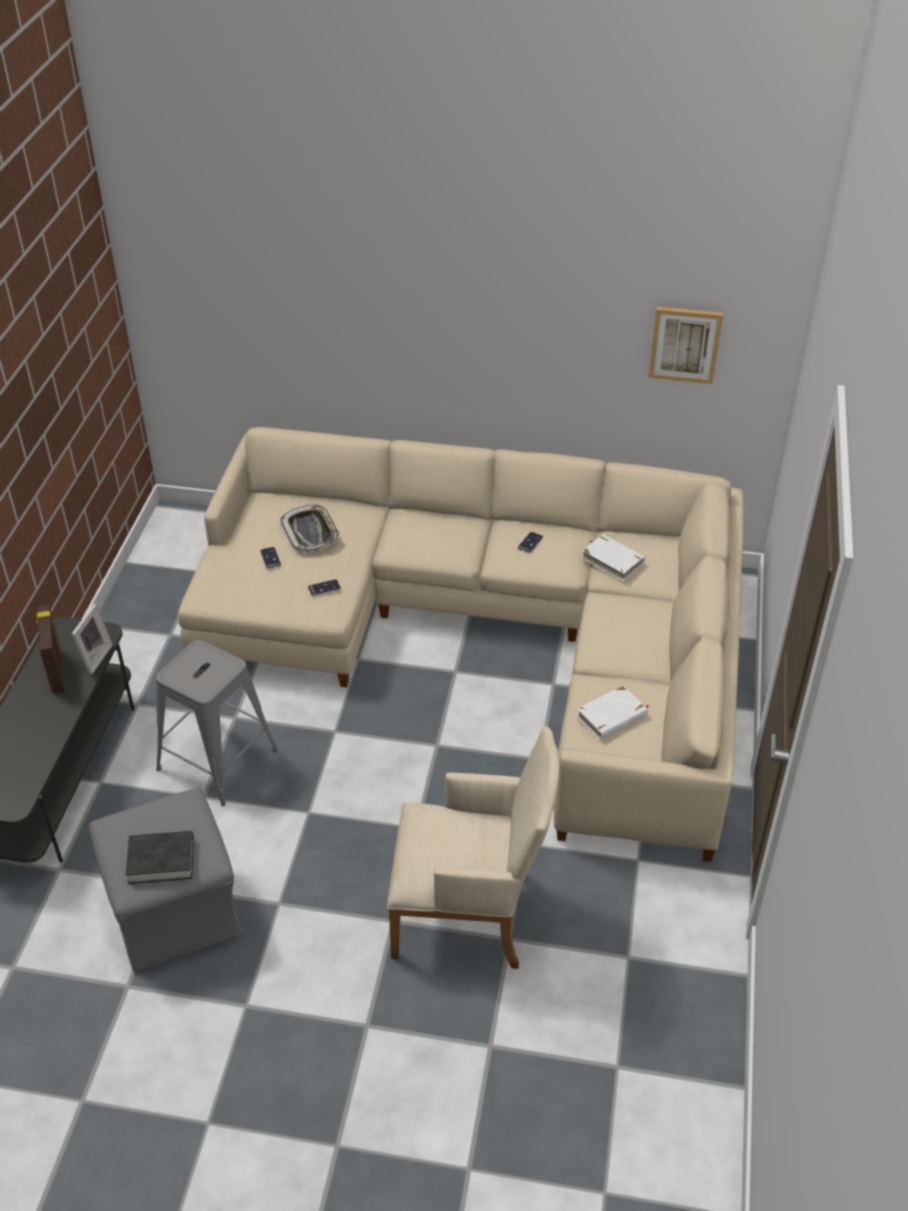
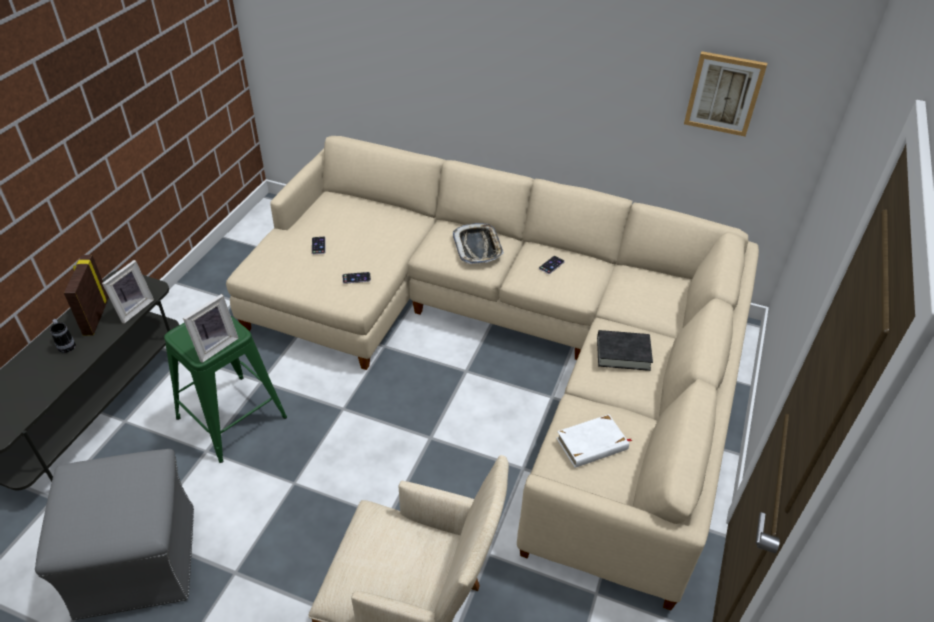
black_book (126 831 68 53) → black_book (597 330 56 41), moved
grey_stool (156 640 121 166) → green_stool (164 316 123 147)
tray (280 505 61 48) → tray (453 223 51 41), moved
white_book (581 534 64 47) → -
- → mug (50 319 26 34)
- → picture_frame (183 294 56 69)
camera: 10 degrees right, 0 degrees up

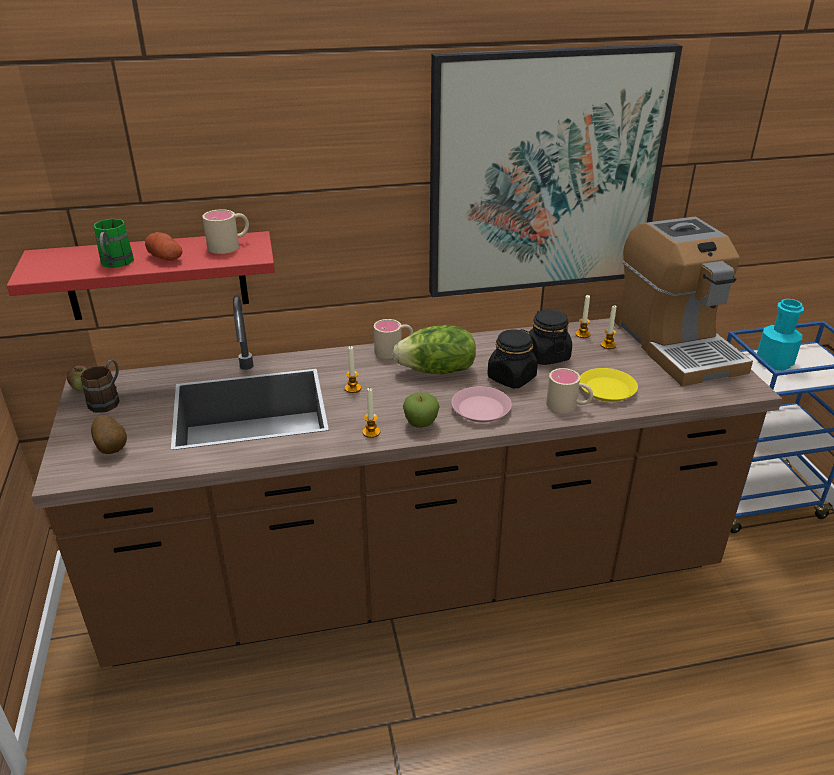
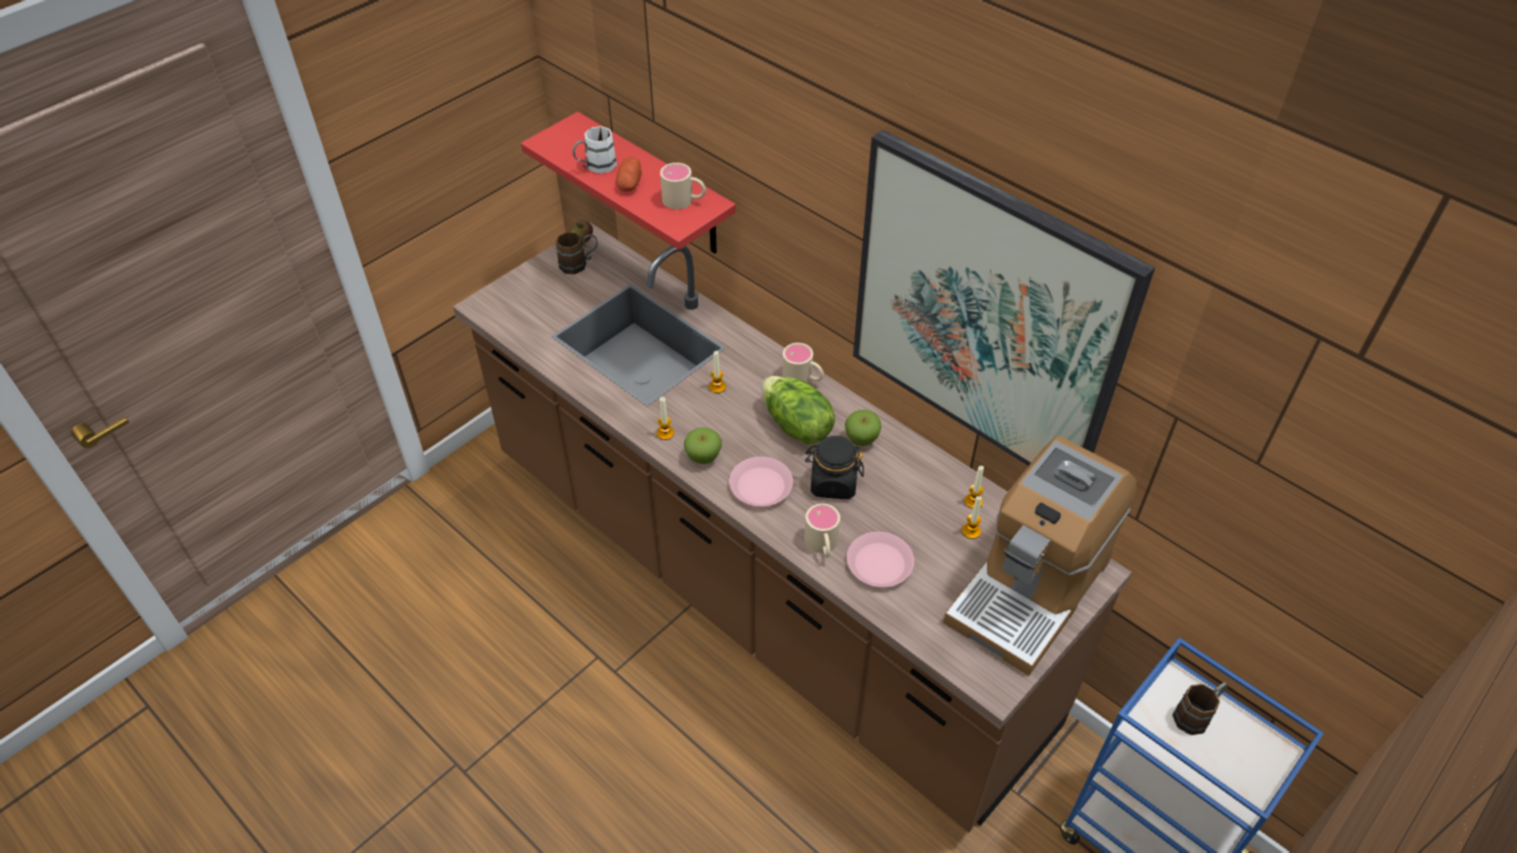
potato (91 415 36 39) → -
green_mug (94 219 40 49) → white_mug (573 126 44 48)
black_jar (529 309 43 56) → -
yellow_plate (580 368 58 34) → pink_plate (847 532 67 55)
turquoise_bottle (757 299 47 72) → brown_mug (1172 682 56 53)
- → apple (845 410 36 36)
camera: 55 degrees right, 15 degrees up

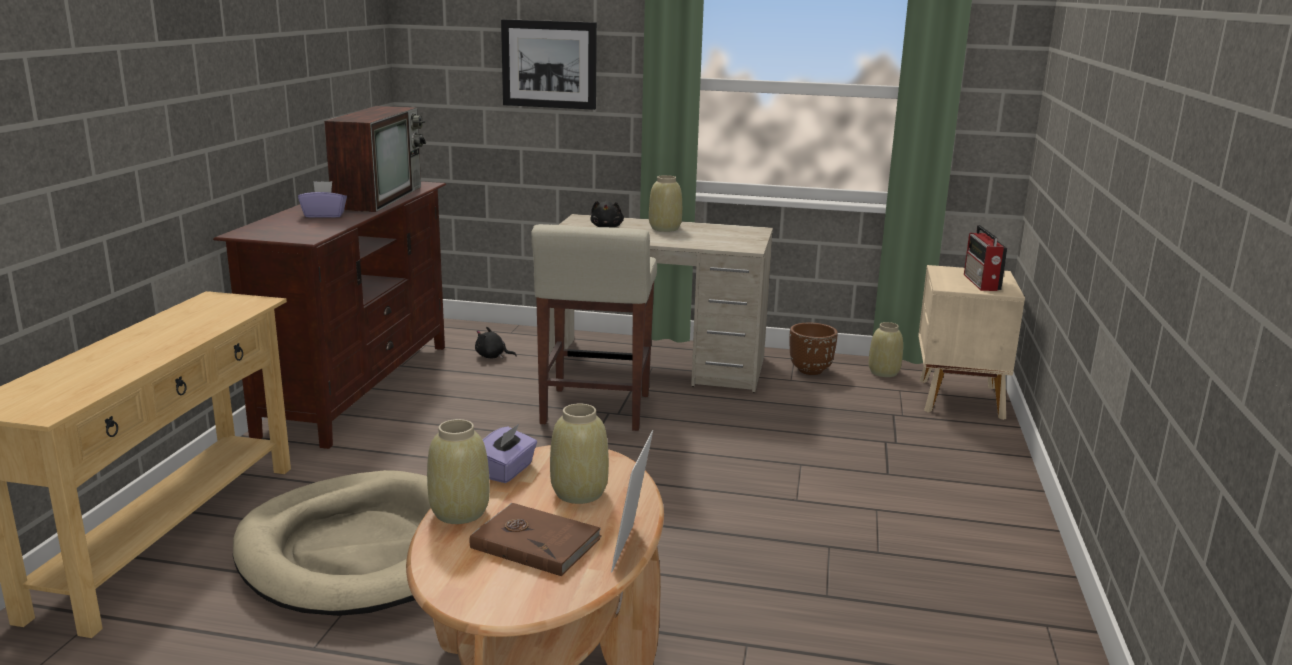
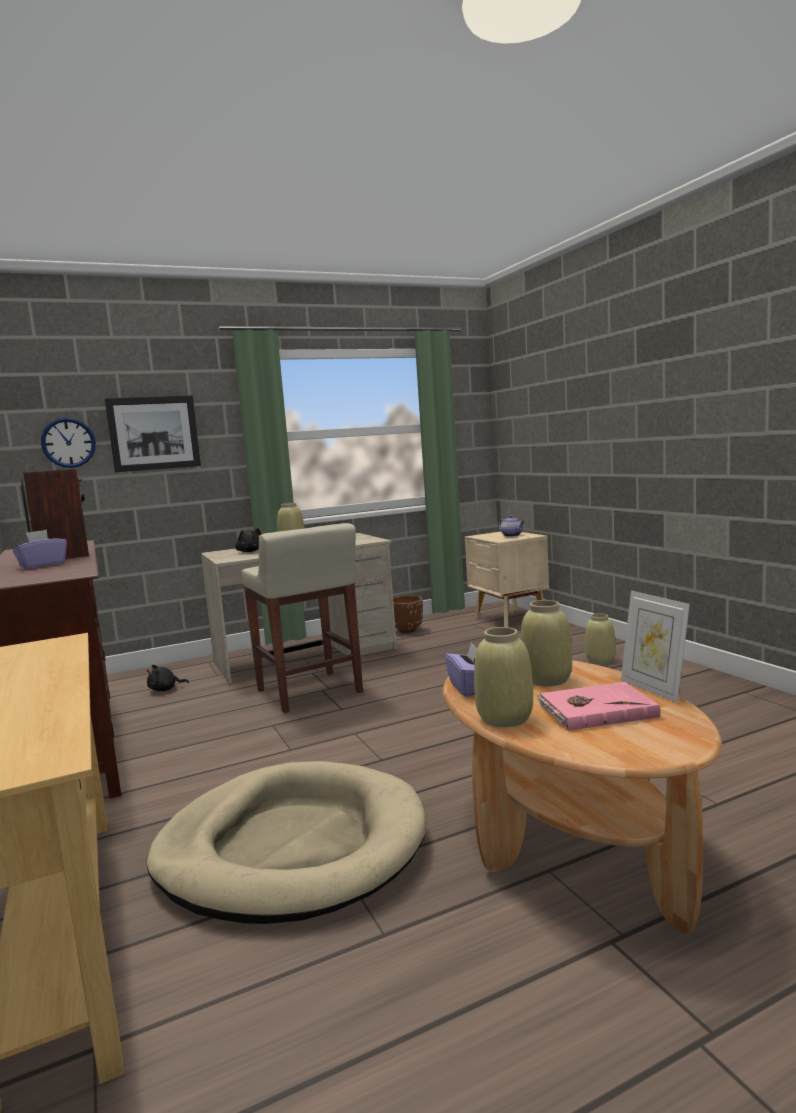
brown_book (470 503 132 73) → pink_book (537 682 123 49)
beige_vase (869 322 34 55) → beige_vase (585 613 31 51), moved
radio (964 225 43 66) → teapot (498 515 27 22)
- → wall_clock (41 418 55 50)
camera: 35 degrees left, 10 degrees down

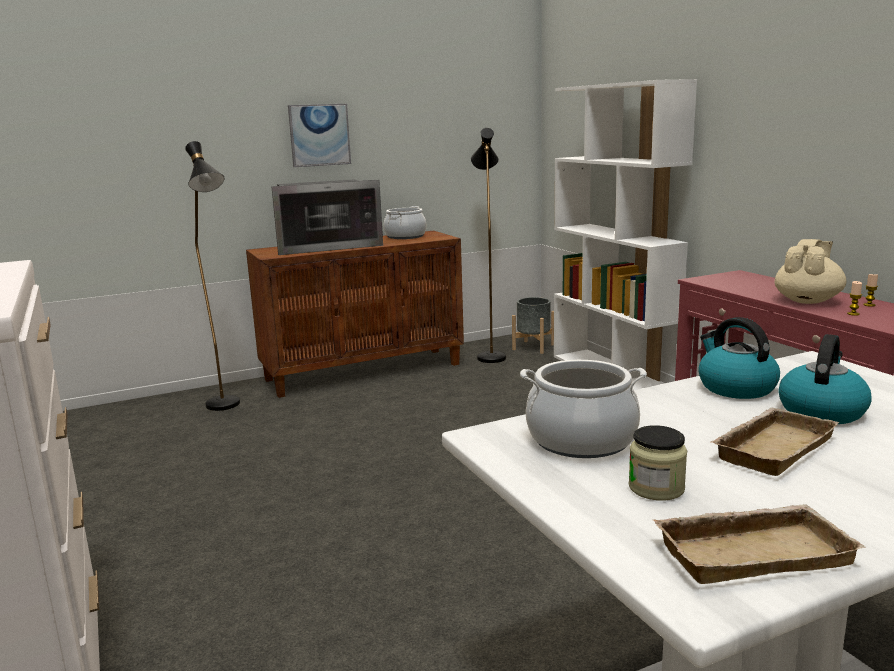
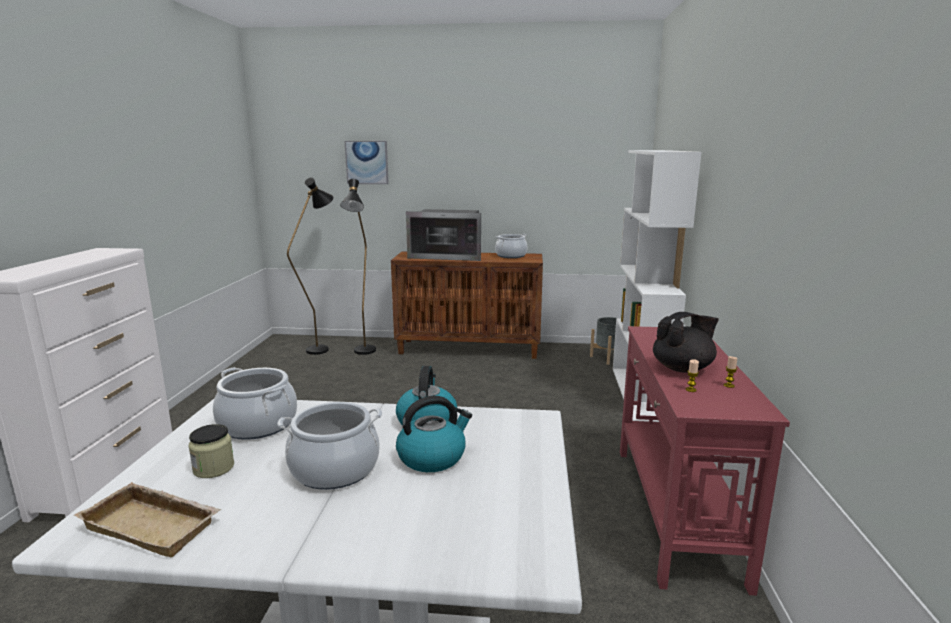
picture (288 104 63 63) → picture (345 141 44 43), moved
black_floor_lamp (471 128 35 235) → black_floor_lamp (287 177 47 178), moved
beige_tray (710 408 129 68) → cooking_pot (277 402 105 88)
beige_teapot (775 239 71 65) → black_teapot (653 312 66 61)
camera: 30 degrees right, 0 degrees up

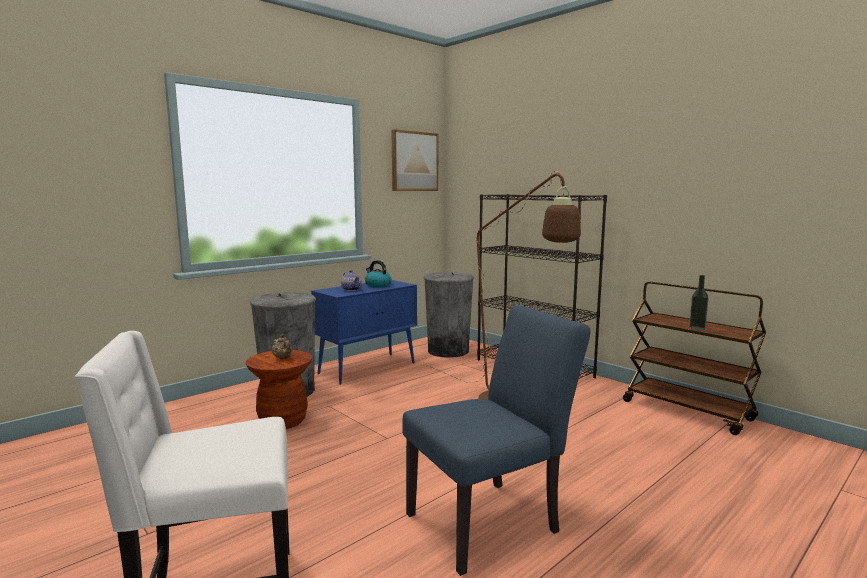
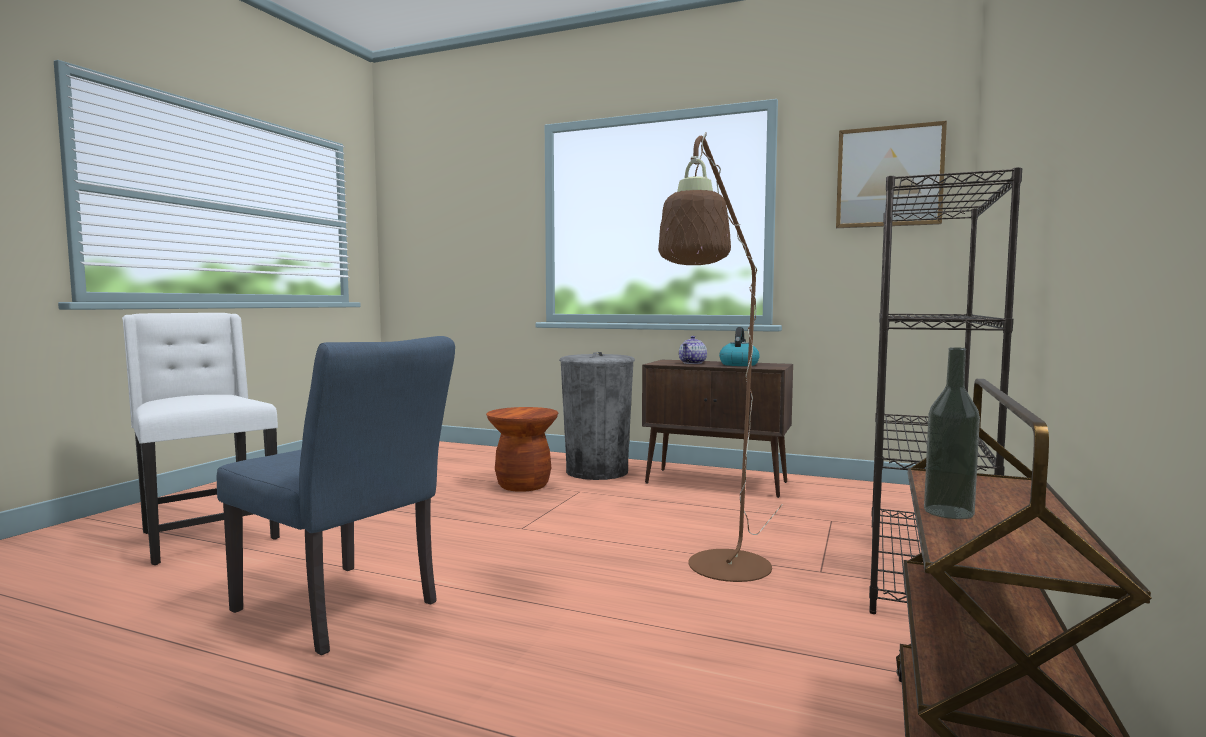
beige_teapot (272 334 20 25) → -
blue_cabinet (311 280 106 105) → brown_cabinet (642 360 151 138)
grey_trash_can (424 272 50 86) → -
camera: 65 degrees right, 5 degrees down

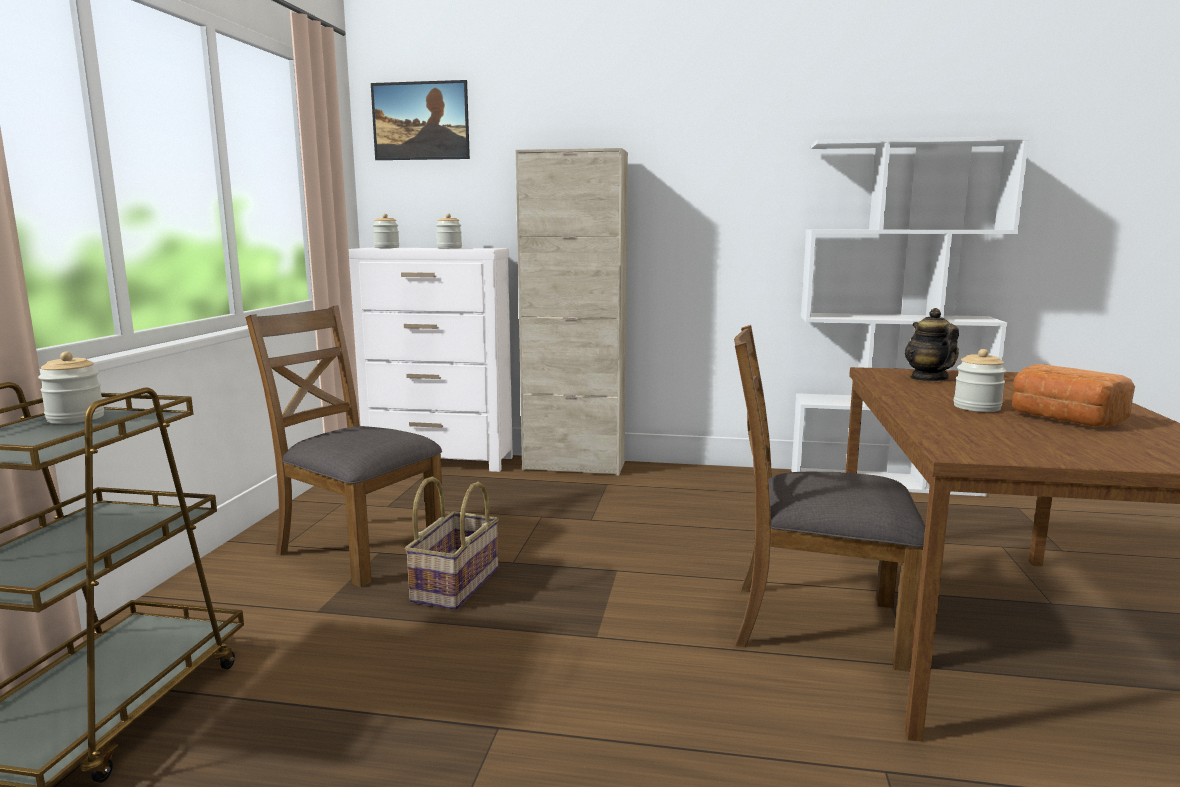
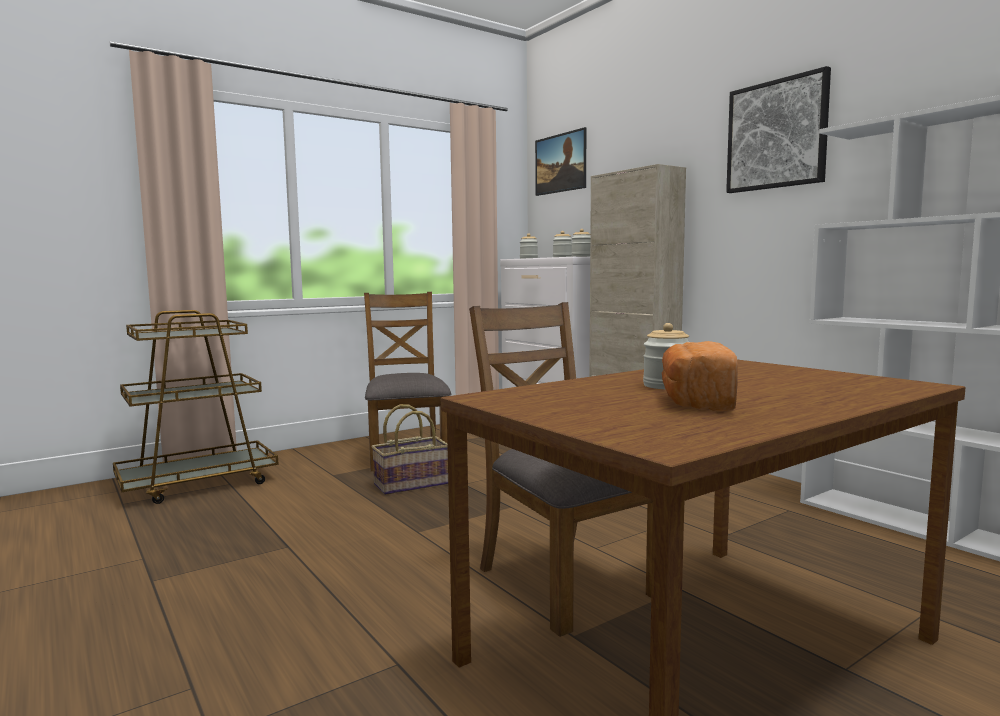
jar (38 352 66 72) → jar (572 229 18 28), moved
teapot (905 308 54 73) → -
- → picture (726 66 105 127)
camera: 45 degrees right, 5 degrees down

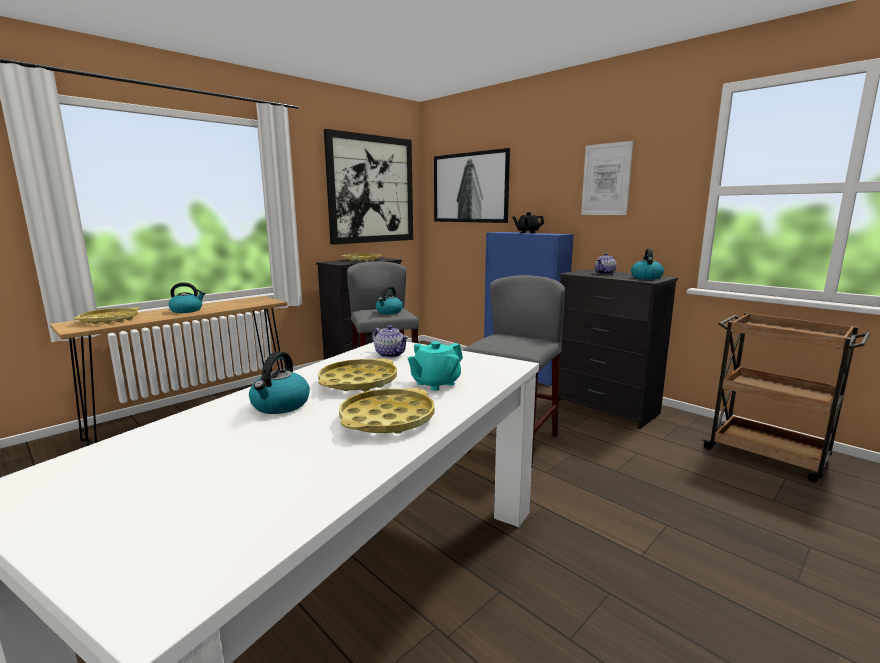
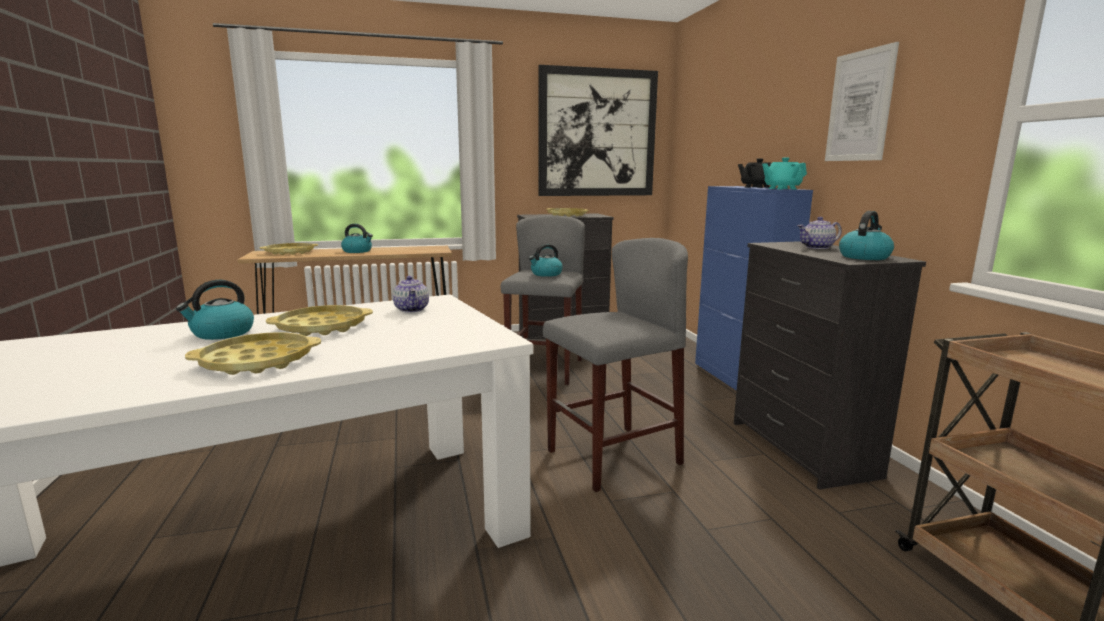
turquoise_teapot (408 341 55 50) → turquoise_teapot (762 158 45 31), moved
picture (434 148 76 75) → -
camera: 30 degrees right, 0 degrees up

